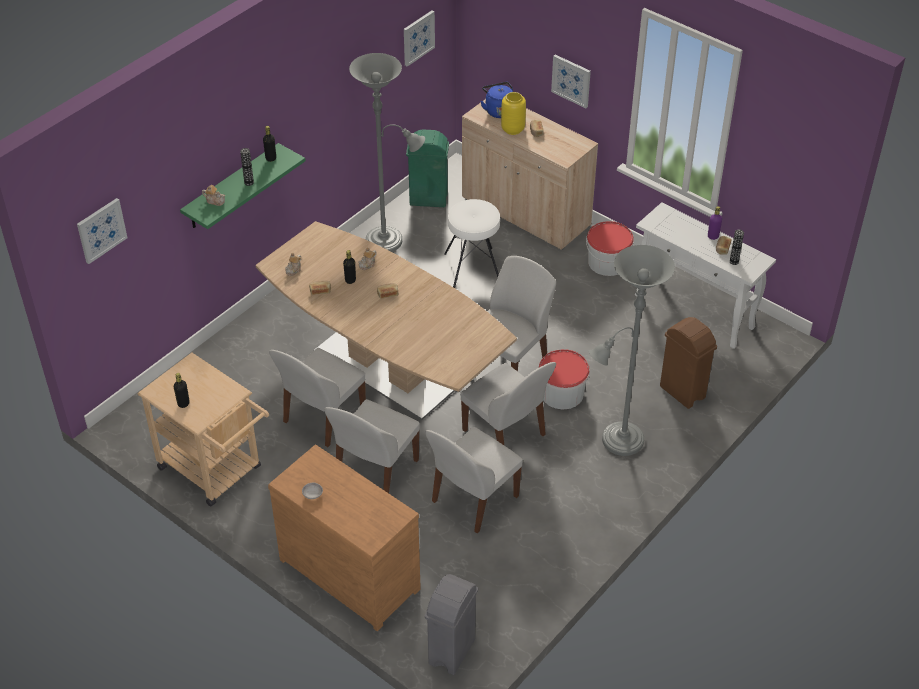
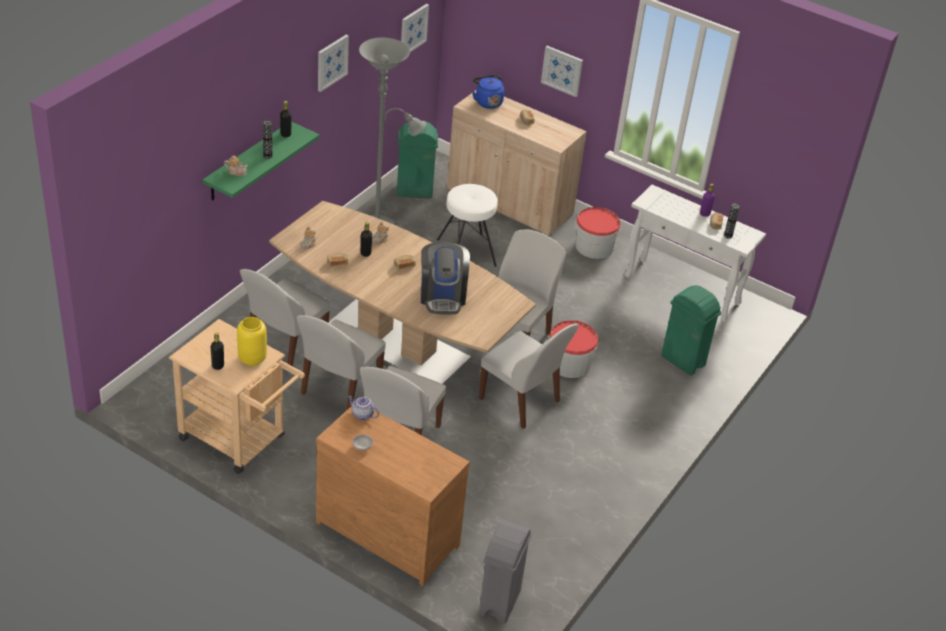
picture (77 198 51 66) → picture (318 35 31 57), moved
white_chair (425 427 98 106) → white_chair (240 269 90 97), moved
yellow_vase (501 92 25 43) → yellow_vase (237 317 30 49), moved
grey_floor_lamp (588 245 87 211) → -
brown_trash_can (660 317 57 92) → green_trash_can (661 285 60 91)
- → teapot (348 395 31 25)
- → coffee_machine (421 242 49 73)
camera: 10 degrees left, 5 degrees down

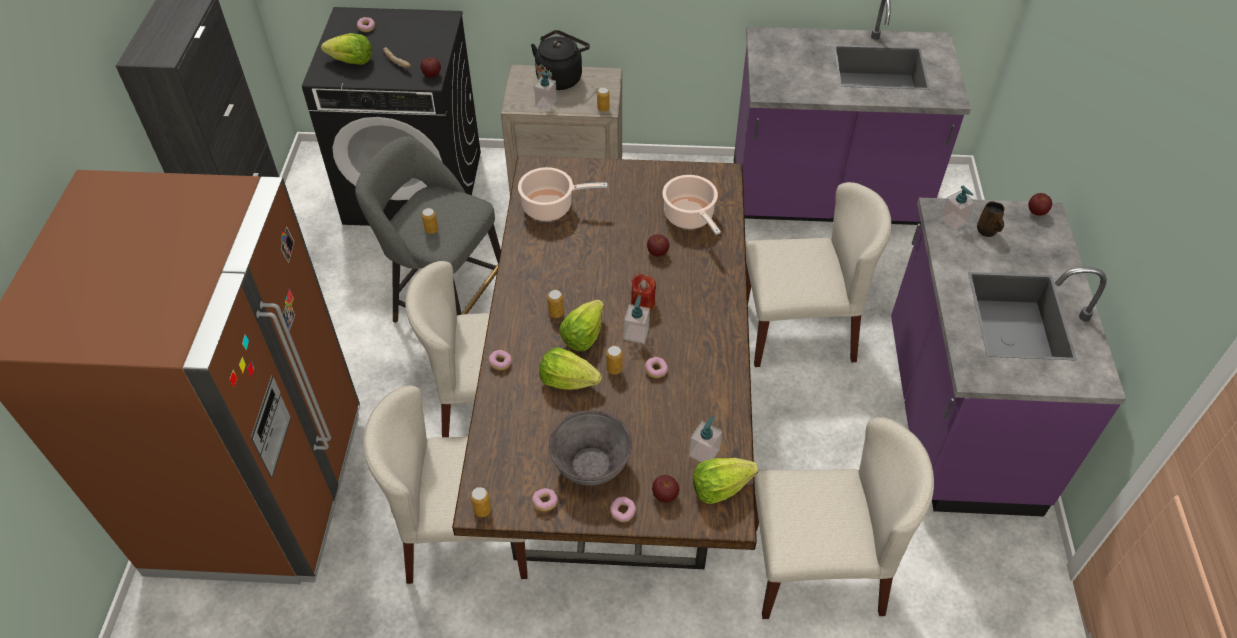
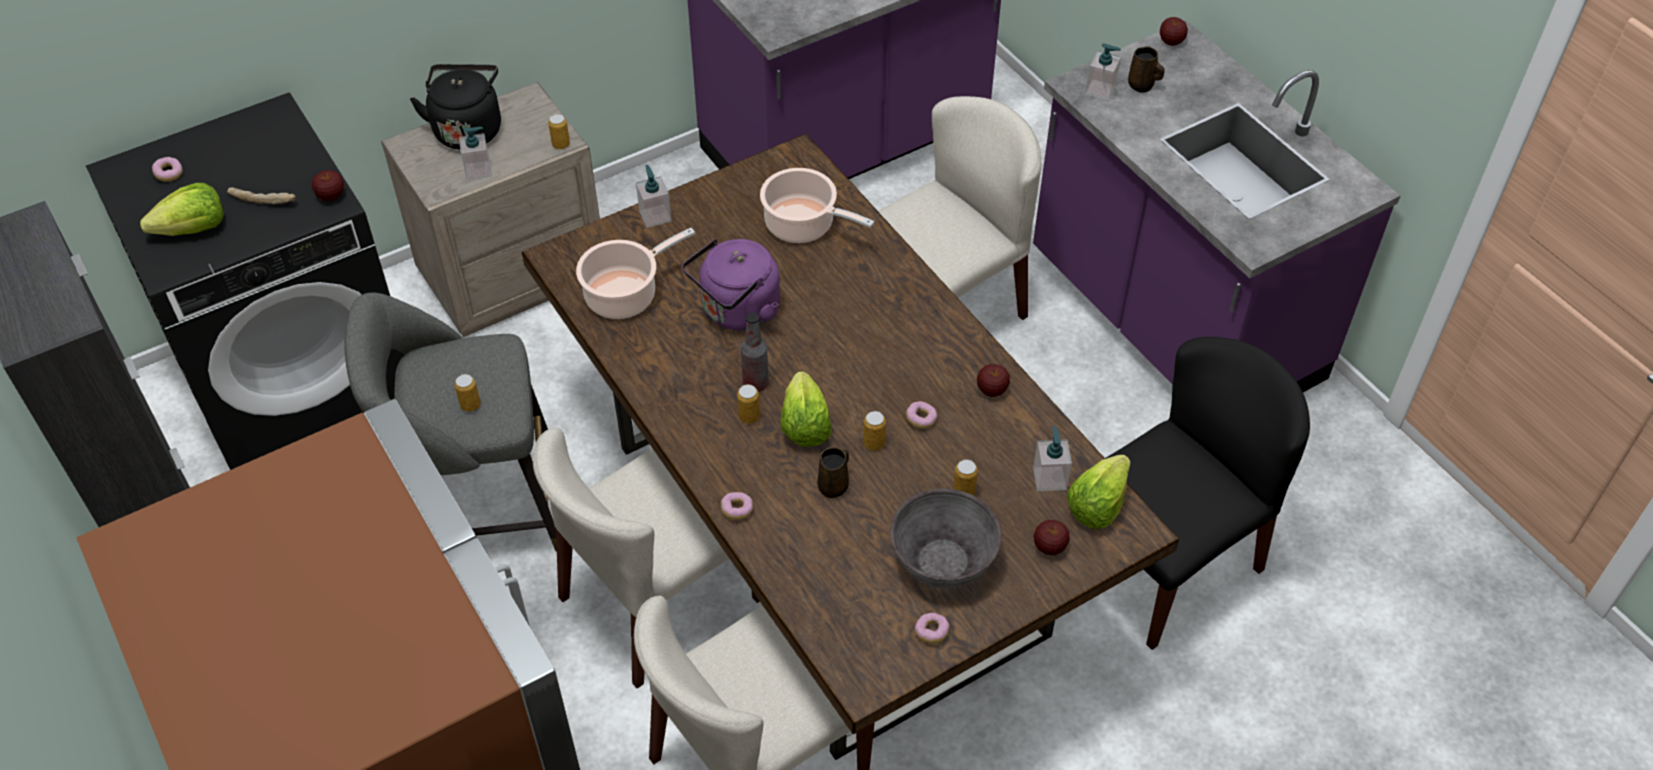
can (471 487 20 30) → can (953 459 25 37), moved
lettuce (539 347 63 43) → brown_mug (817 447 32 51)
donut (610 497 26 25) → -
soap_dispenser (624 296 26 47) → soap_dispenser (636 165 36 63), moved
red_candle (631 274 25 36) → -
apple (647 234 22 23) → apple (977 364 33 33), moved
beige_chair (754 417 180 202) → black_chair (1105 337 205 313)
- → purple_kettle (682 239 98 92)
- → bottle (741 312 28 80)
camera: 35 degrees left, 0 degrees up

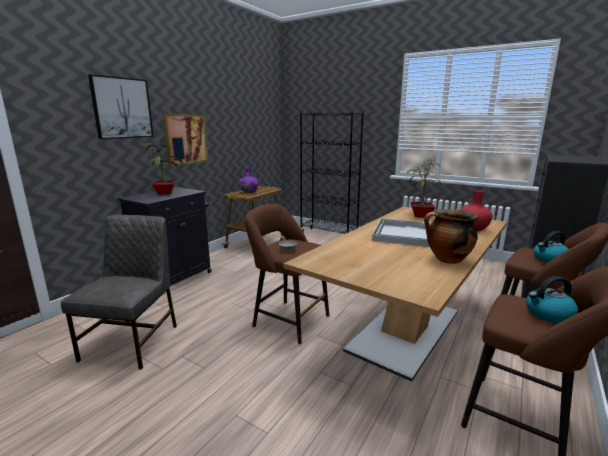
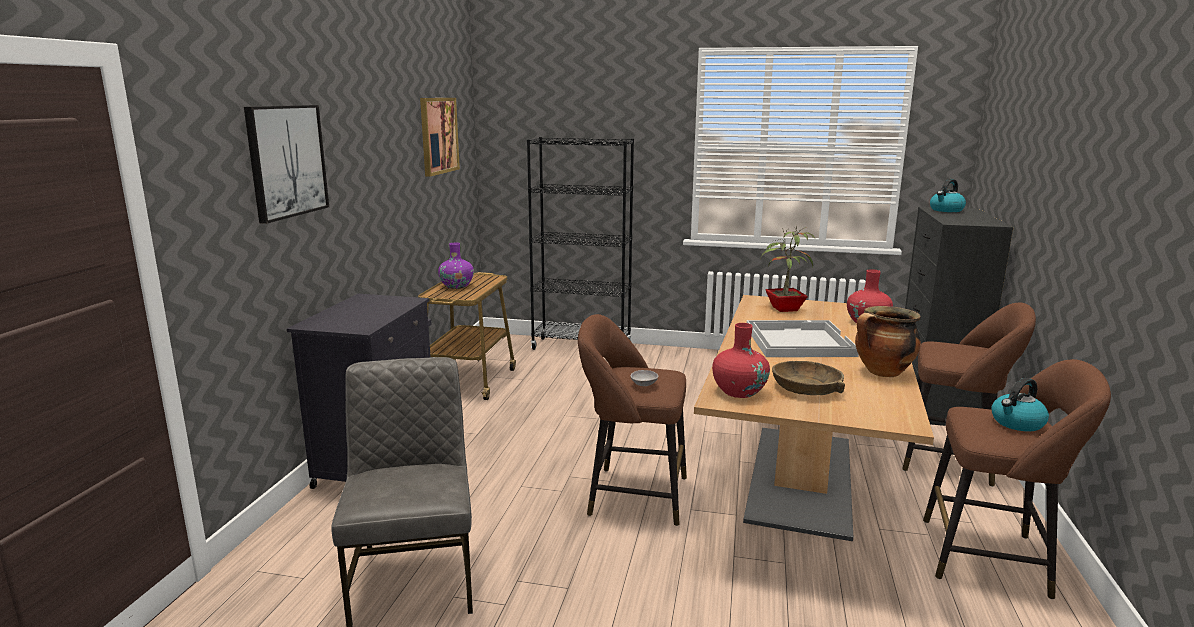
potted_plant (144 140 39 55) → -
picture (163 114 45 52) → picture (420 98 40 79), moved
kettle (534 231 34 32) → kettle (930 179 36 33), moved
- → red_vase (712 323 58 75)
- → brown_bowl (772 361 73 34)
camera: 20 degrees left, 0 degrees up

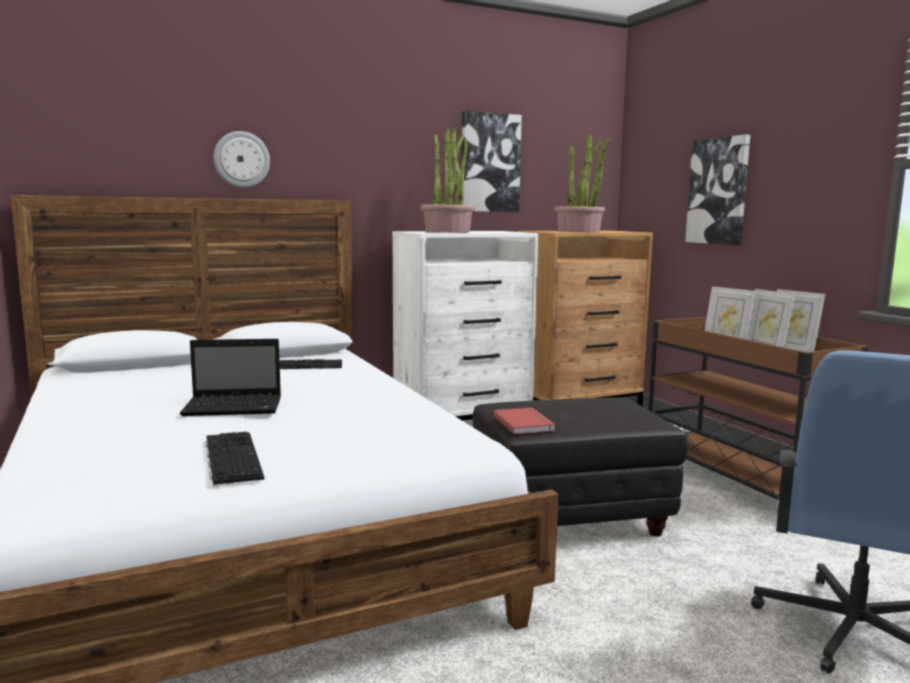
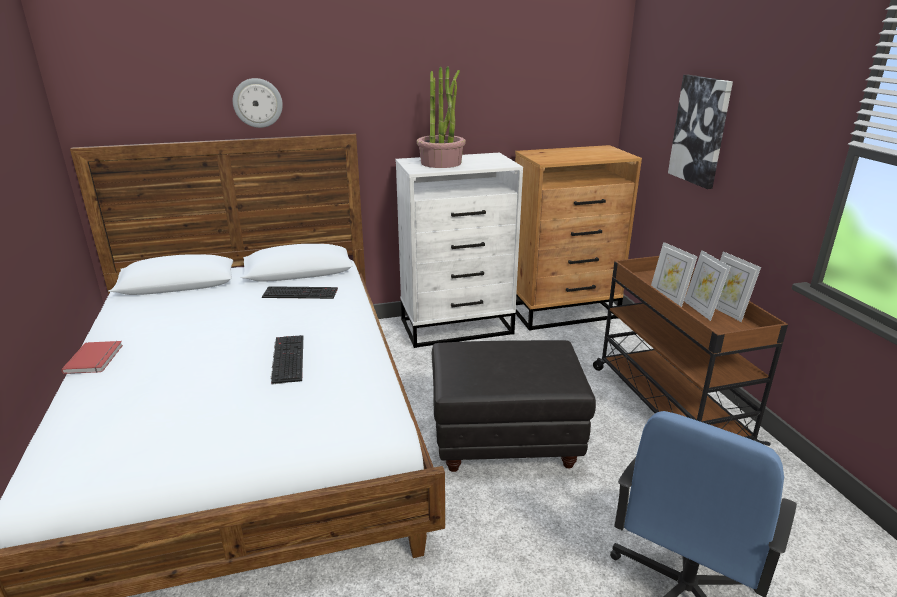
laptop (180 339 101 77) → -
keyboard (205 431 59 55) → keyboard (271 335 32 50), moved
picture (462 111 60 101) → -
red_book (493 408 63 26) → red_book (61 341 62 33), moved
potted_plant (554 134 56 98) → -
camera: 10 degrees right, 15 degrees up

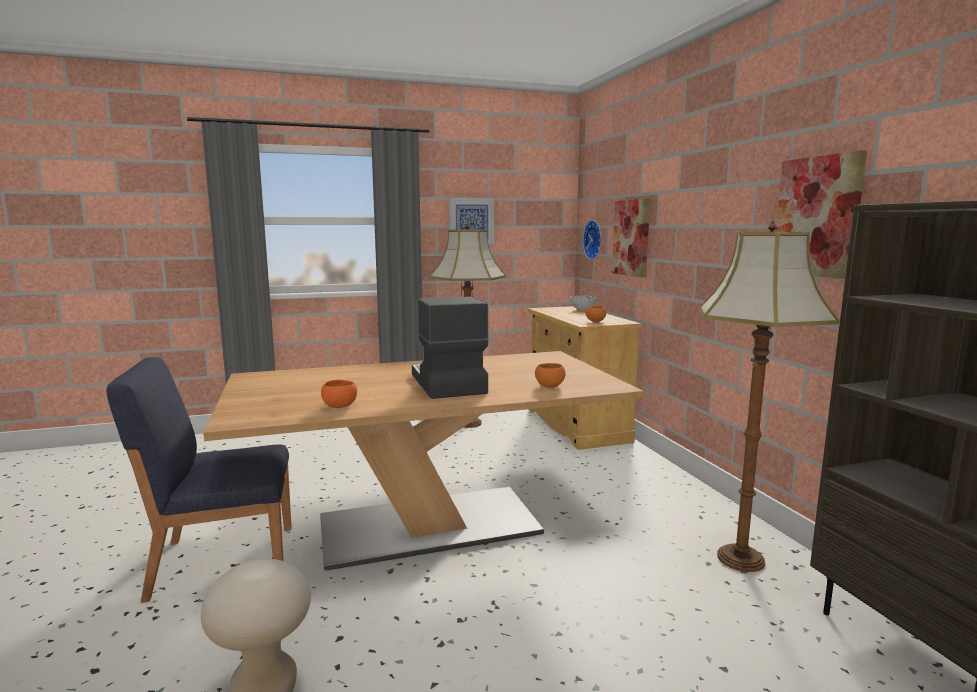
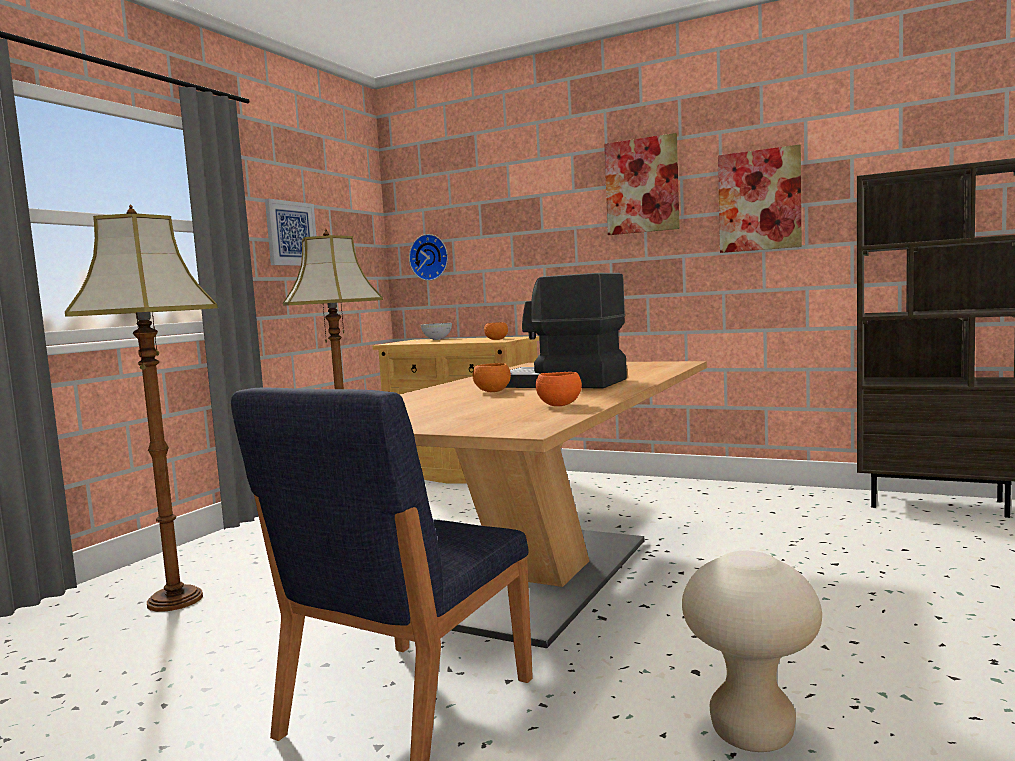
orange_bowl (535 363 30 25) → orange_bowl (473 363 38 29), moved
picture (612 198 38 80) → picture (604 133 76 102), moved
floor_lamp (700 220 139 352) → floor_lamp (65 204 153 408), moved
camera: 45 degrees left, 5 degrees down

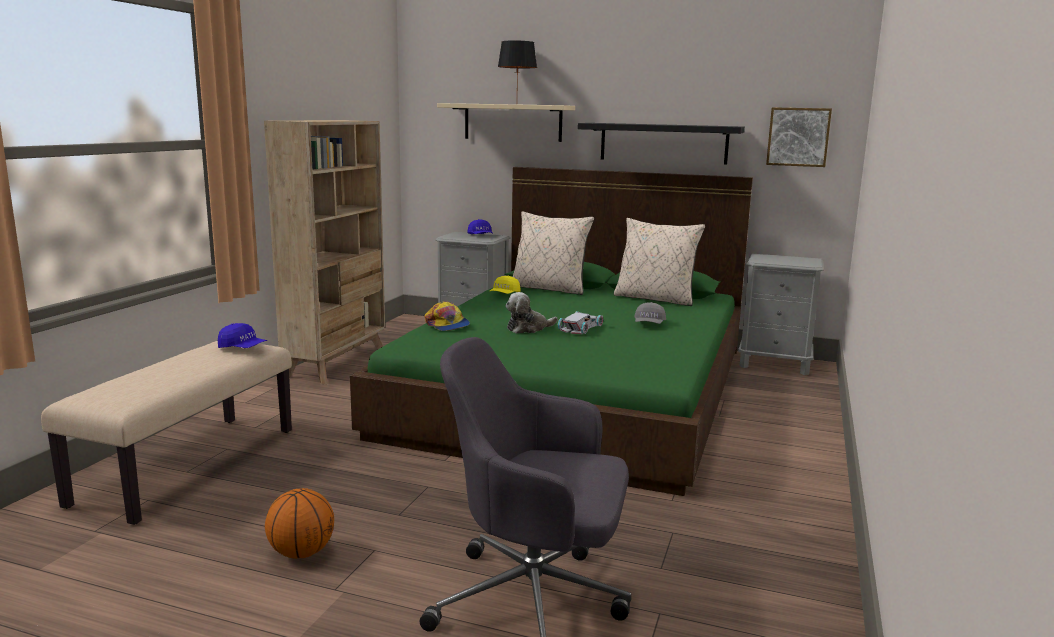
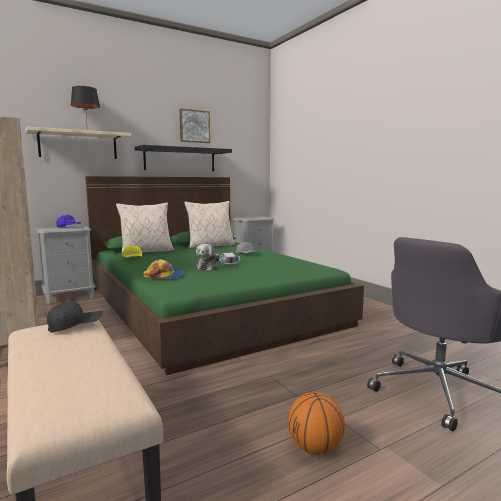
blue_cap (218 323 50 25) → black_cap (47 301 56 32)
picture (766 107 66 60) → picture (180 109 30 34), moved
camera: 50 degrees left, 5 degrees down

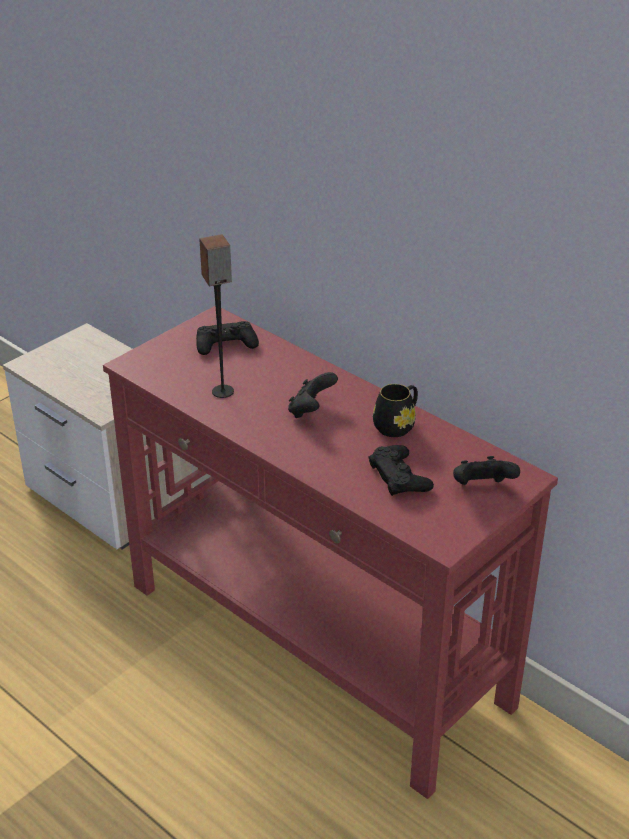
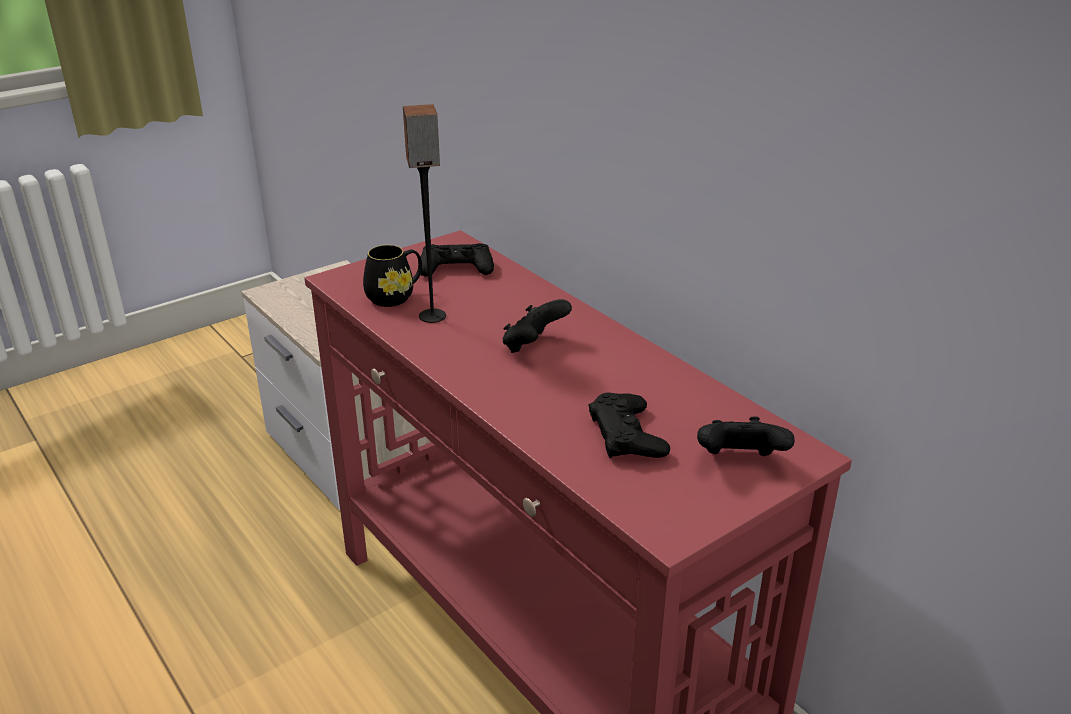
black_mug (373 384 45 53) → black_mug (363 245 59 62), moved
camera: 10 degrees right, 5 degrees down

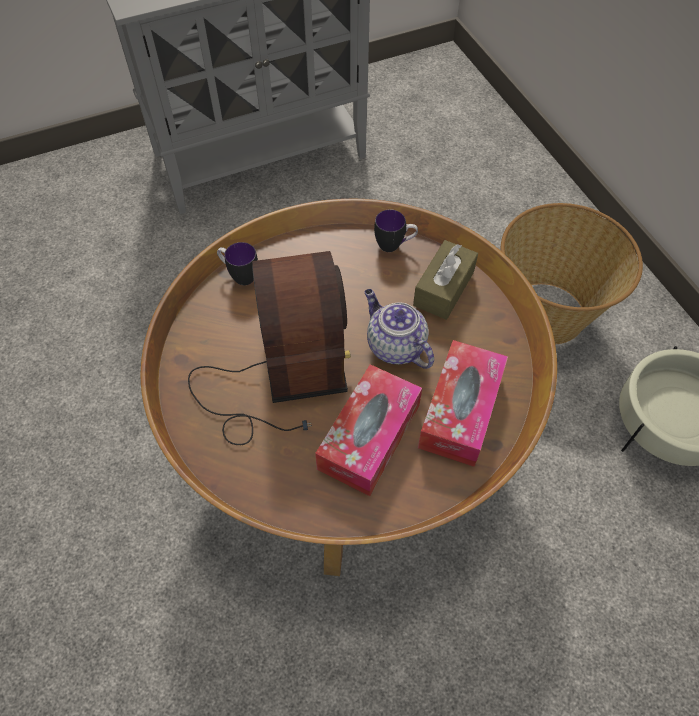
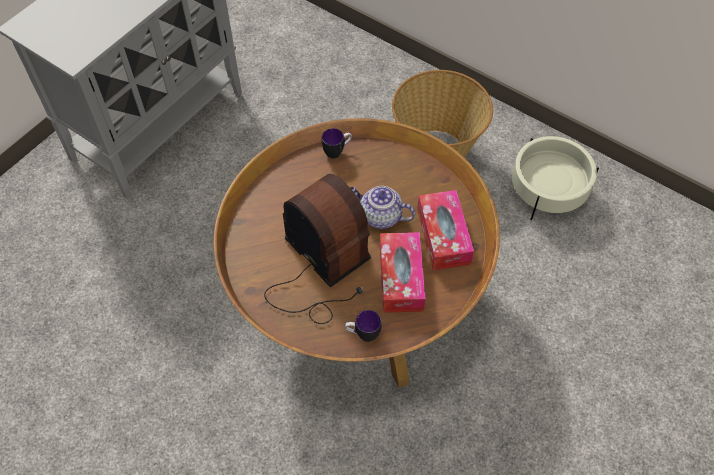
mug (217 242 41 43) → mug (345 310 37 32), moved
brown_tissue_box (413 240 65 80) → -
camera: 30 degrees left, 0 degrees up

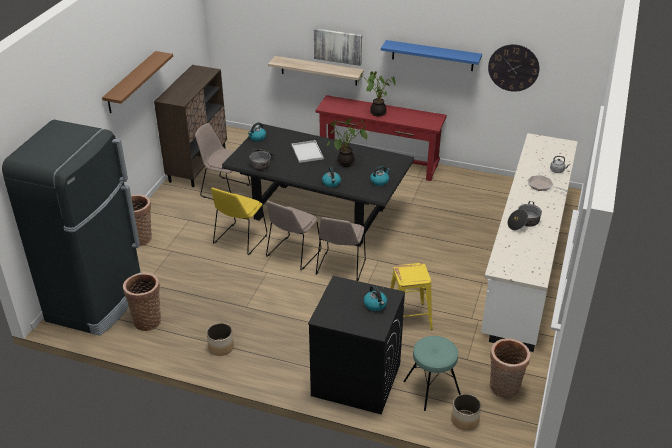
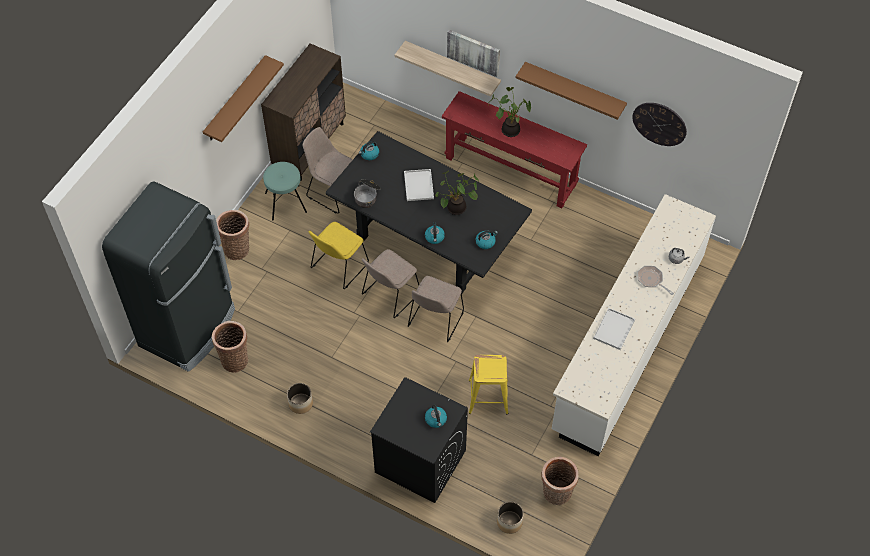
blue_shelf (381 40 101 31) → brown_shelf (516 62 111 58)
turquoise_stool (403 336 58 75) → turquoise_stool (263 162 44 59), moved
cooking_pot (508 201 34 29) → white_tray (593 308 42 42)
camera: 10 degrees right, 20 degrees up

